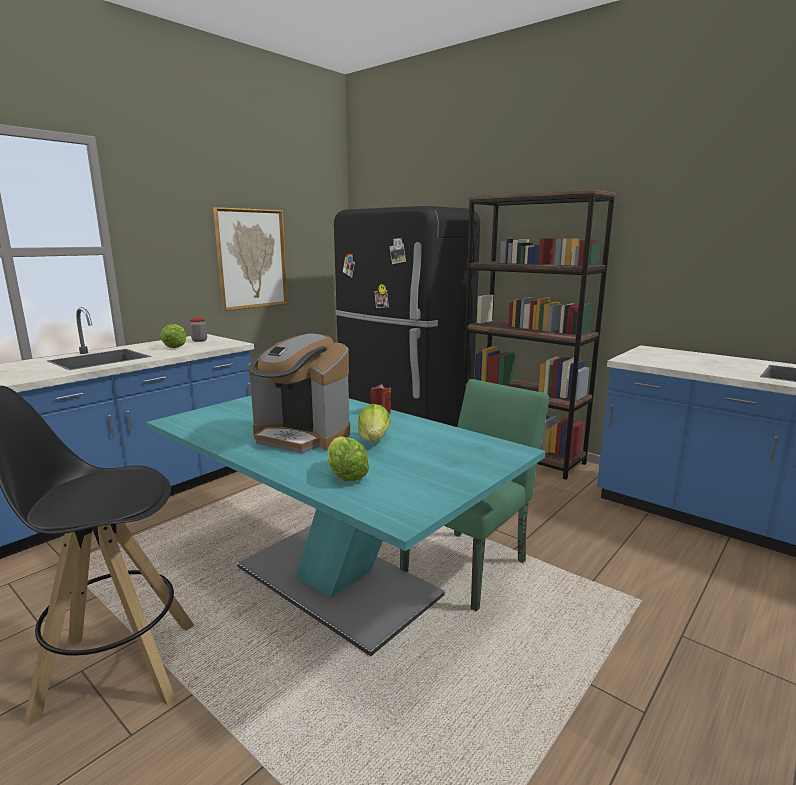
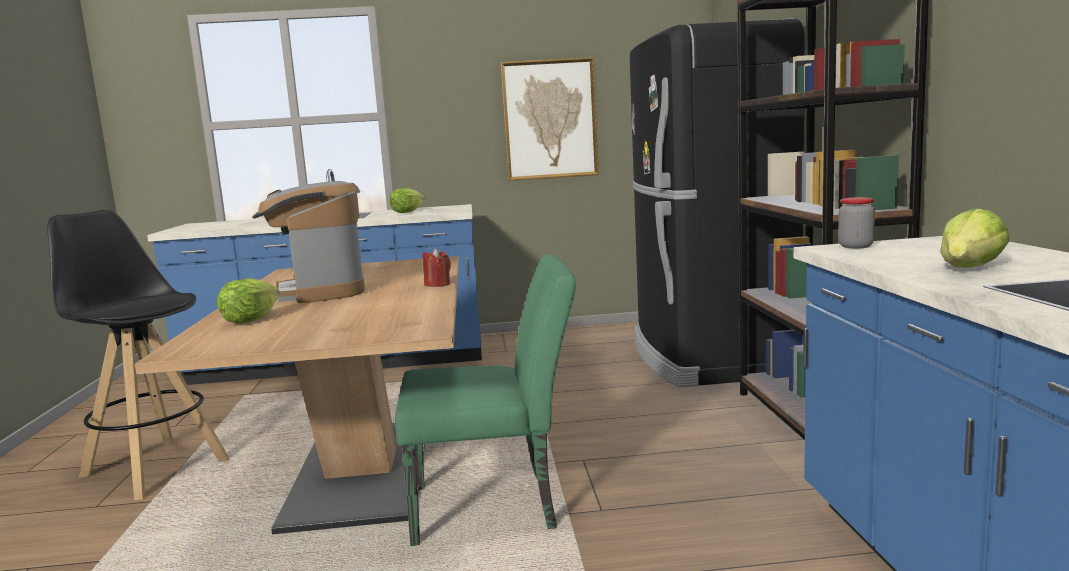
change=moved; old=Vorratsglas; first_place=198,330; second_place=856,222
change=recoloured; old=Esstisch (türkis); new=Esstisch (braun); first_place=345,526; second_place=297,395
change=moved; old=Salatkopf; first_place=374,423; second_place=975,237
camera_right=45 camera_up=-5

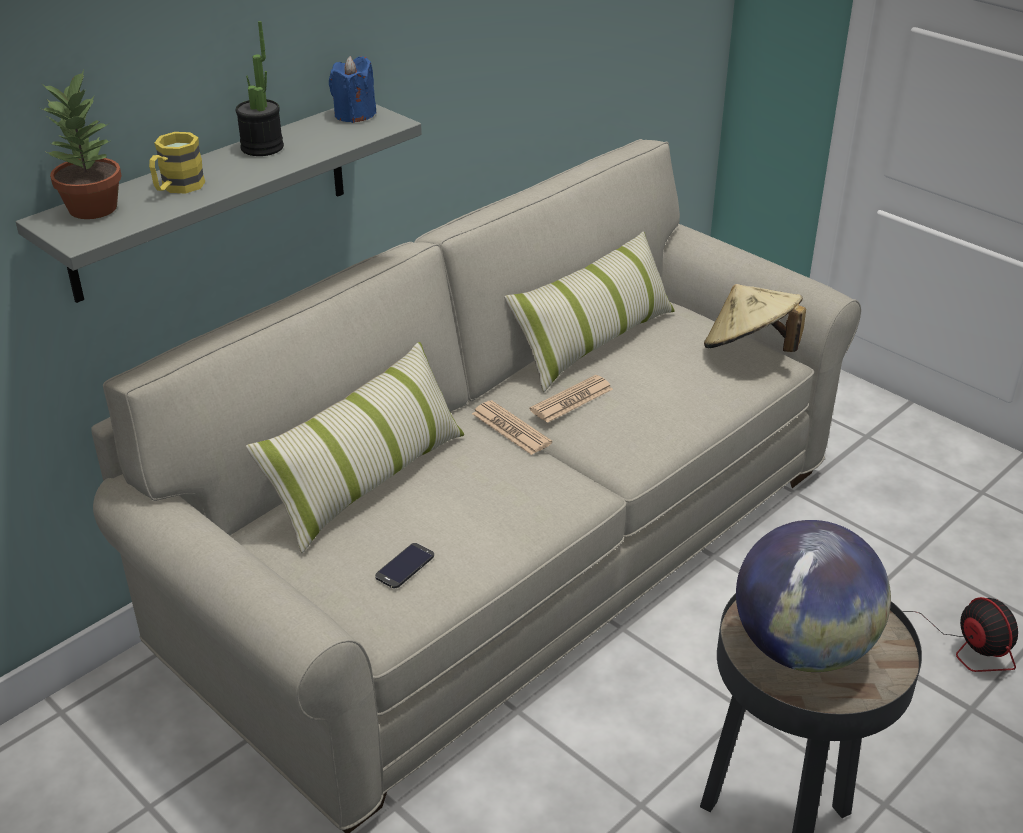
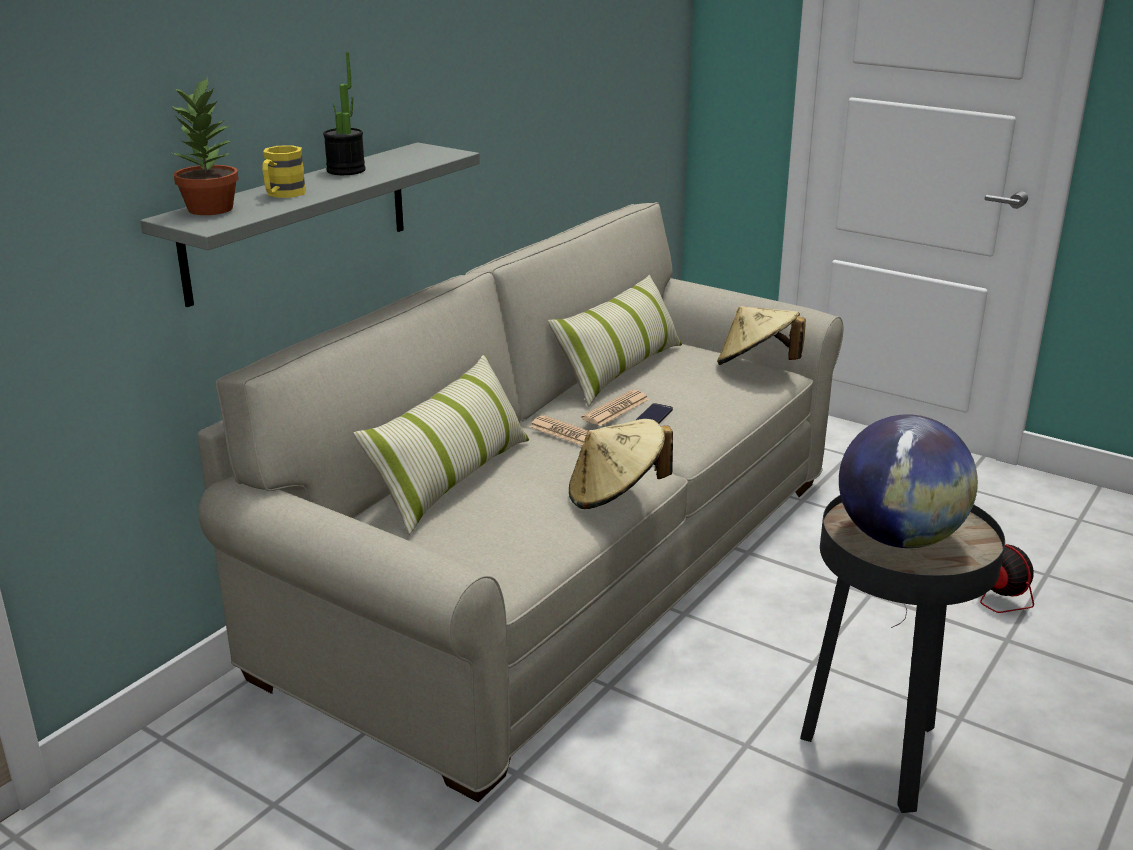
change=removed; old=Kerze (blau); first_place=352,89
change=moved; old=Handy; first_place=404,565; second_place=654,413
change=added; new=Hut (beige); second_place=621,464
camera_right=-10 camera_up=-10

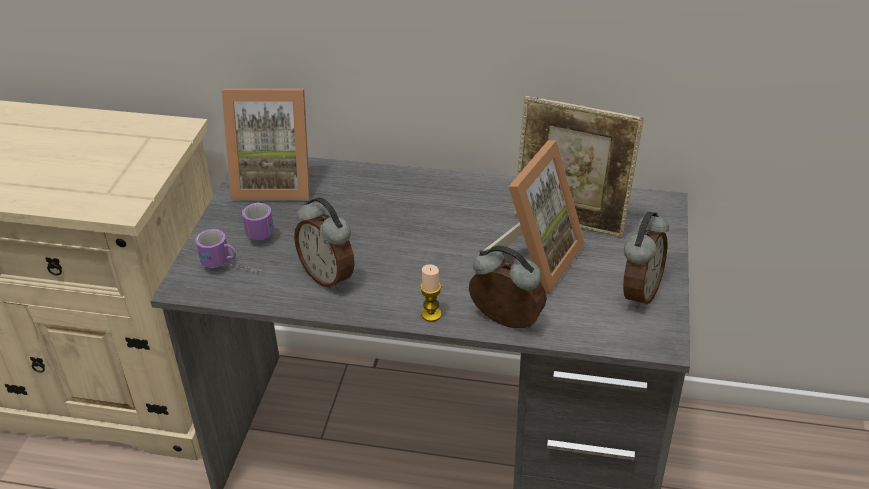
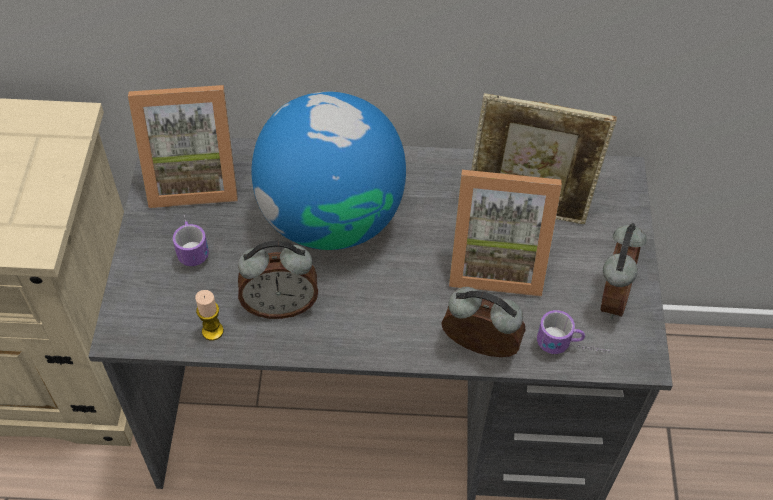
change=turned; old=Bilderrahmen; first_place=534,216; second_place=505,233; degrees=75
change=turned; old=Wecker; first_place=324,244; second_place=278,279; degrees=-45
change=moved; old=Henkelbecher; first_place=228,251; second_place=573,332
change=moved; old=Kerze; first_place=431,293; second_place=209,315
change=added; new=Globus; second_place=329,171
camera_right=-10 camera_up=15

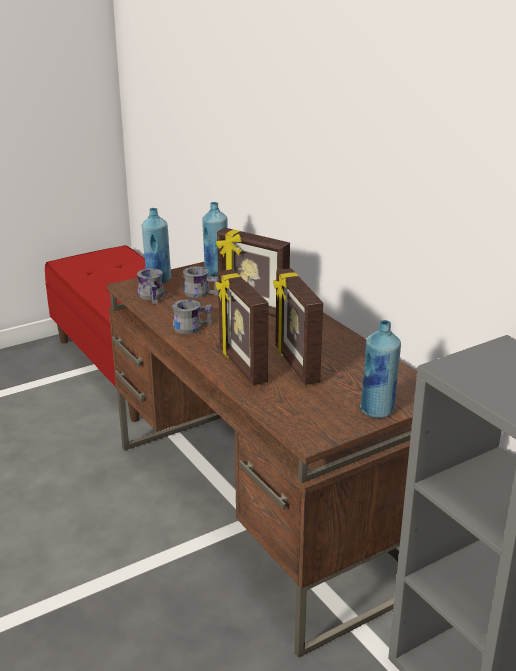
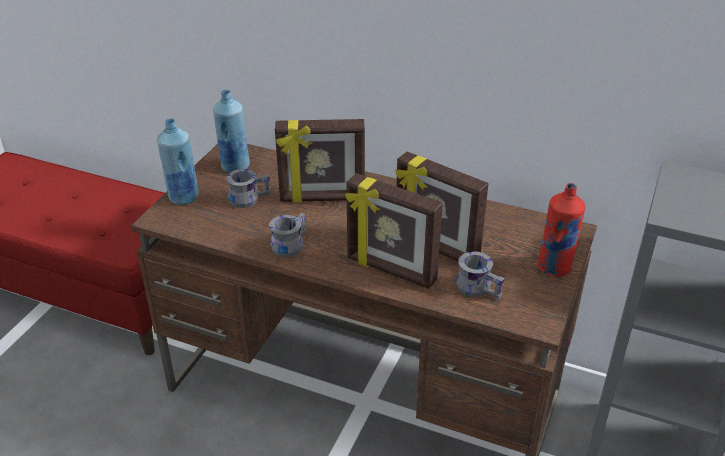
change=moved; old=Henkelbecher (grau); first_place=150,286; second_place=480,275
change=recoloured; old=Flasche (blau); new=Flasche (rot); first_place=380,369; second_place=561,230
camera_right=-35 camera_up=10

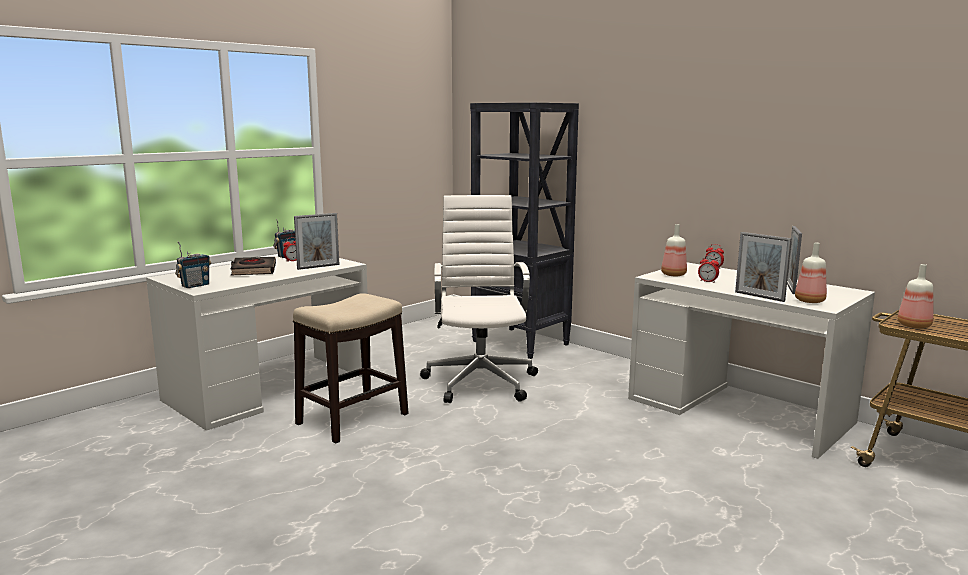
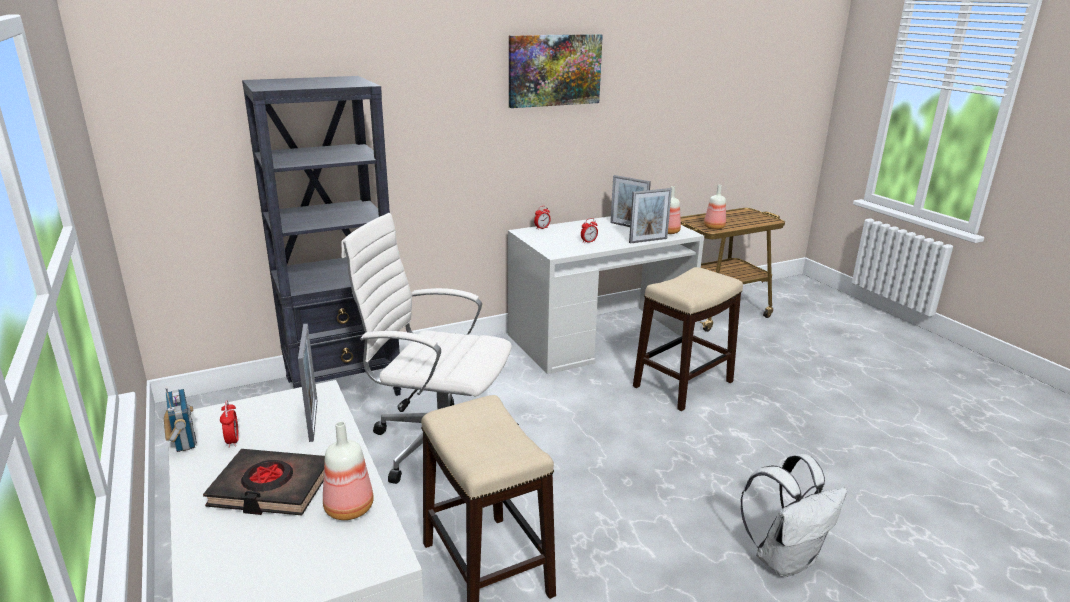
change=moved; old=Flasche; first_place=674,250; second_place=348,470
change=removed; old=Radio; first_place=193,264
change=added; new=Bild; second_place=556,71
change=added; new=Hocker; second_place=688,339
change=added; new=Rucksack (weiß); second_place=793,515
camera_right=-70 camera_up=10

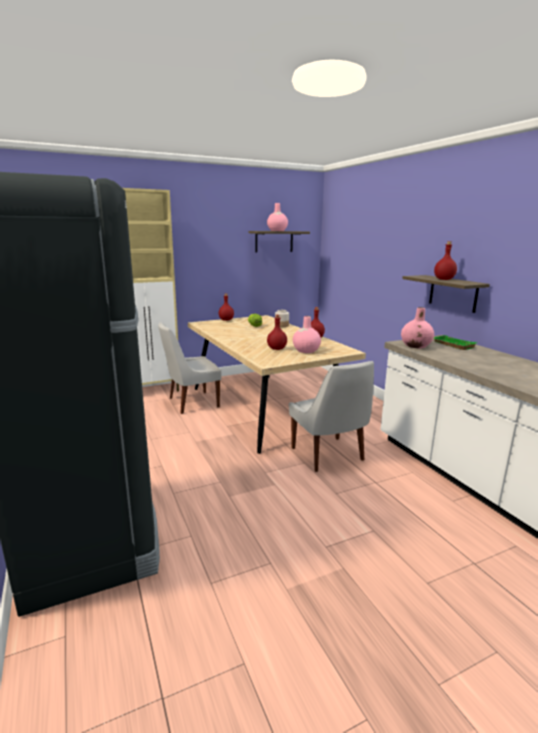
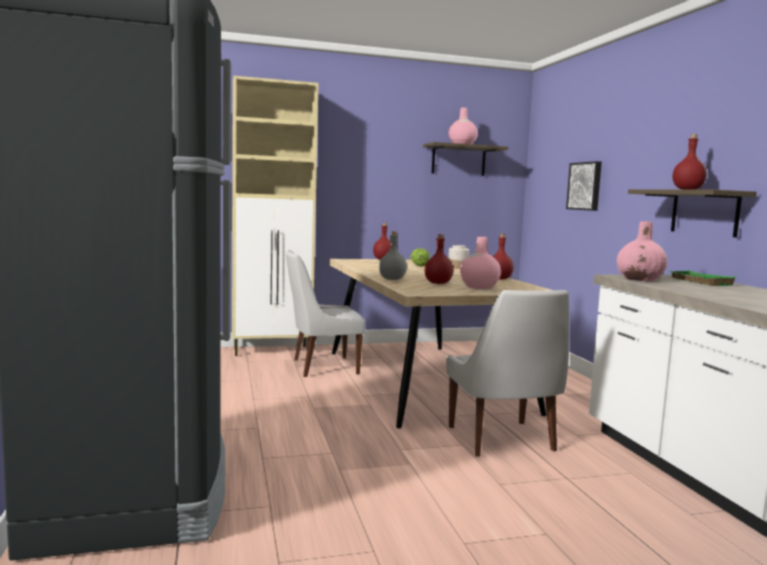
change=added; new=Bild; second_place=584,186
change=added; new=Flasche (grau); second_place=393,255
camera_right=10 camera_up=-10

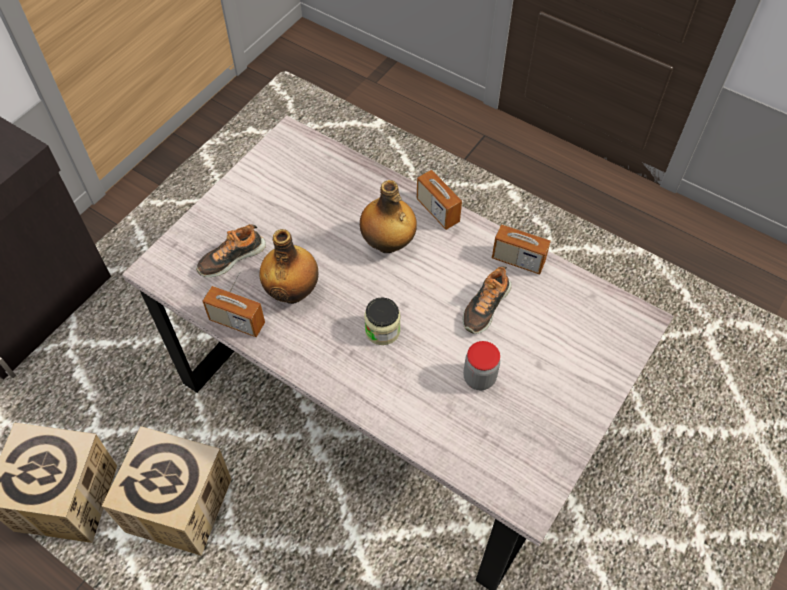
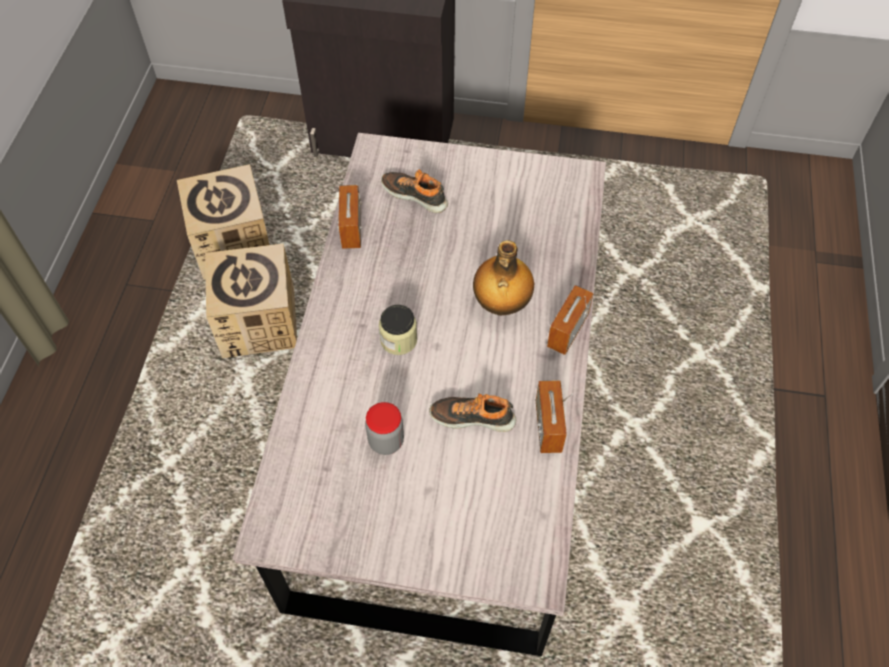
change=removed; old=Flasche; first_place=288,266
camera_right=65 camera_up=0

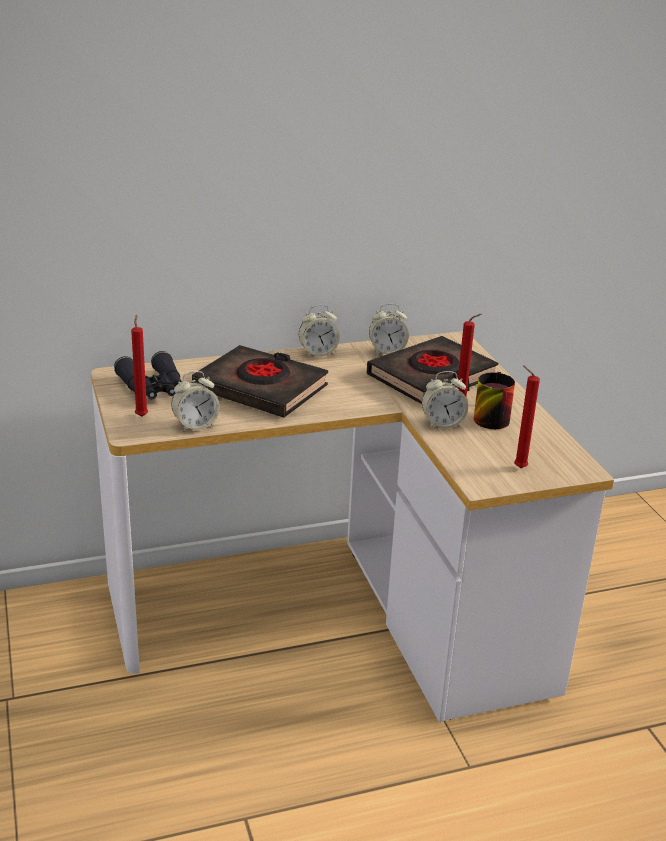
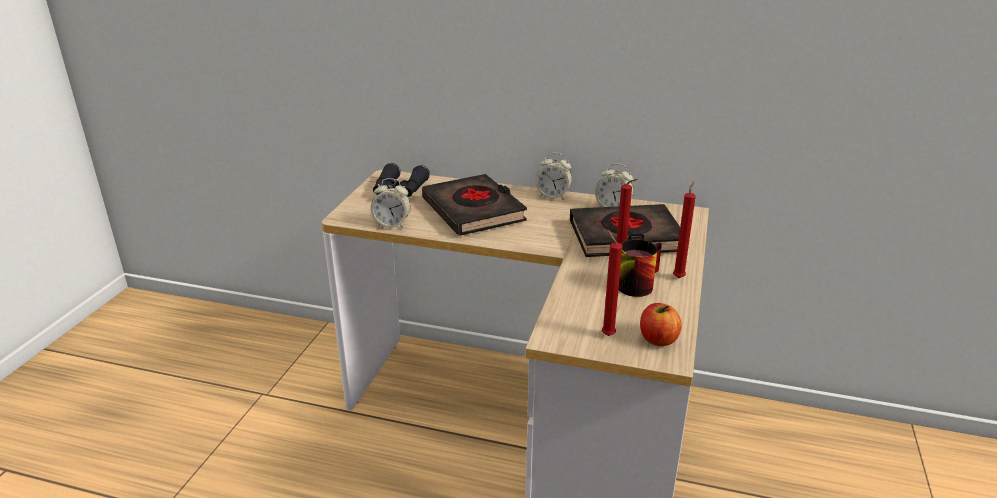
change=moved; old=Kerze (rot); first_place=139,365; second_place=684,229
change=removed; old=Wecker; first_place=445,400
change=added; new=Apfel; second_place=661,324
camera_right=35 camera_up=0

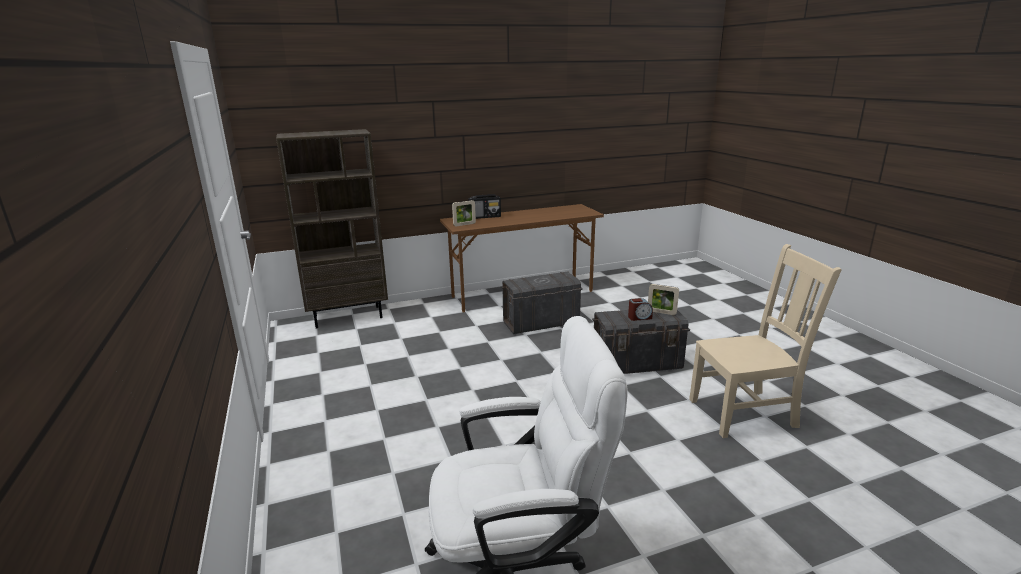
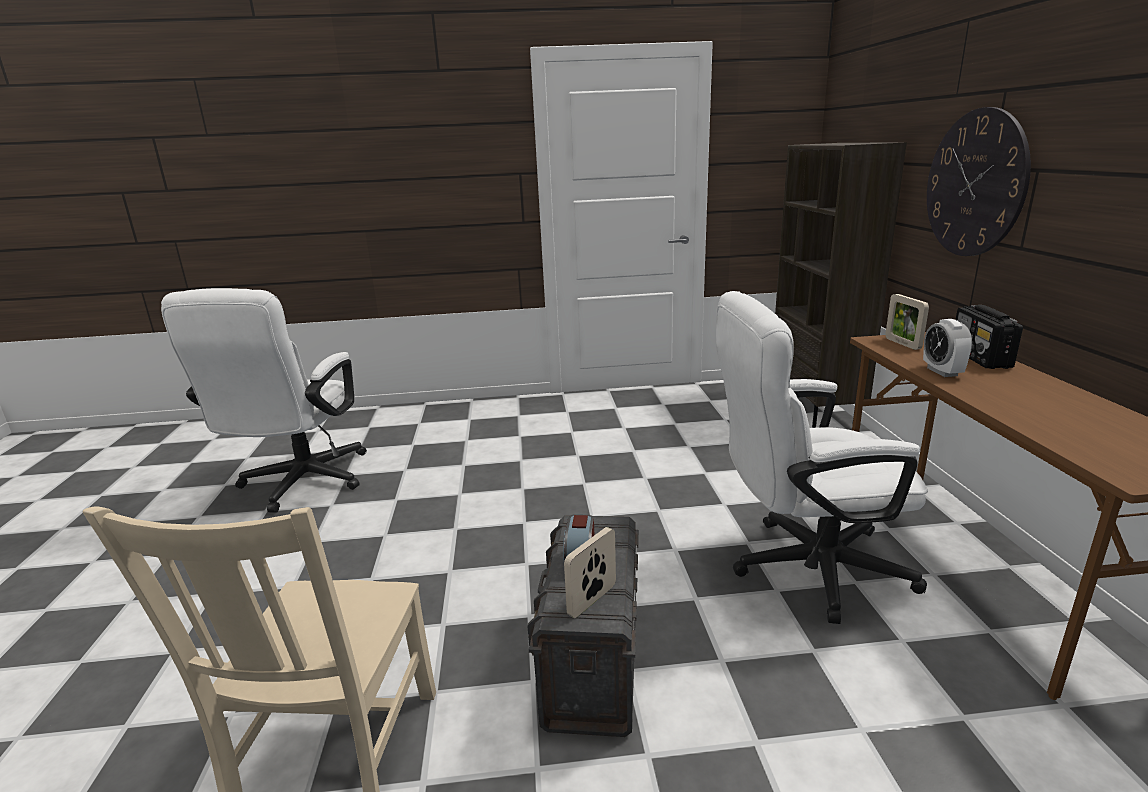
change=replaced; old=Aufbewahrungsbox (grau); new=Bürostuhl (weiß); first_place=542,303; second_place=822,457
change=added; new=Wanduhr; second_place=979,181
change=added; new=Wecker; second_place=947,348
camera_right=105 camera_up=0

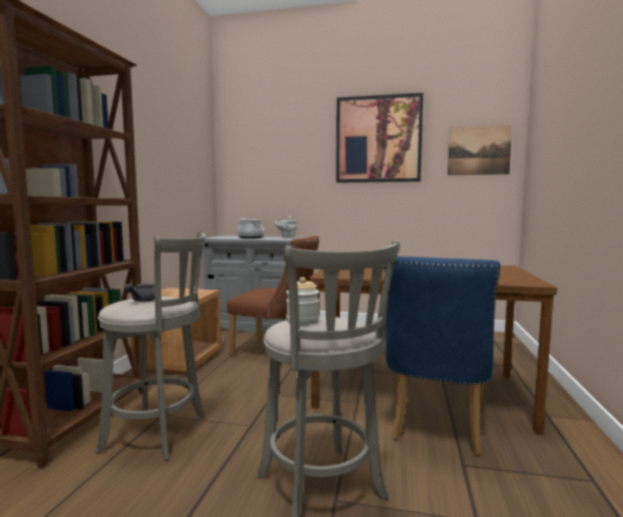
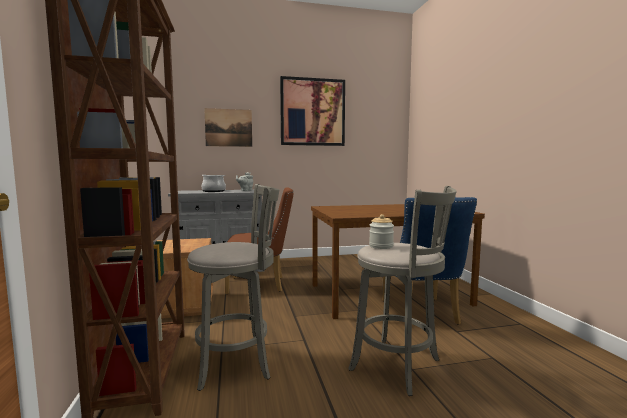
change=moved; old=Bild; first_place=480,150; second_place=228,127
change=removed; old=Teekanne (grau); first_place=139,292
camera_right=-25 camera_up=0

